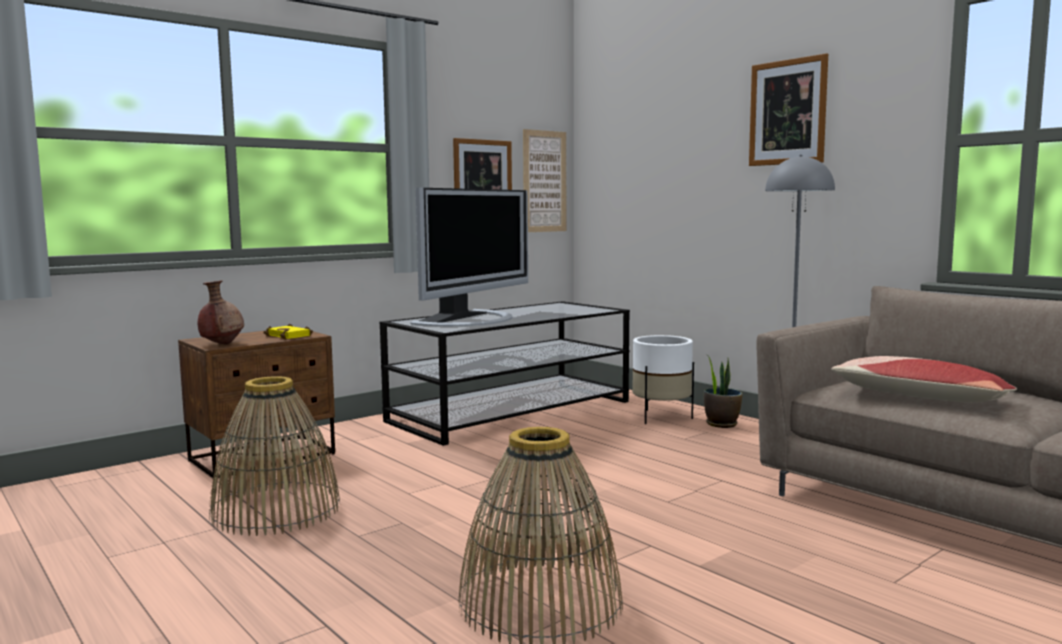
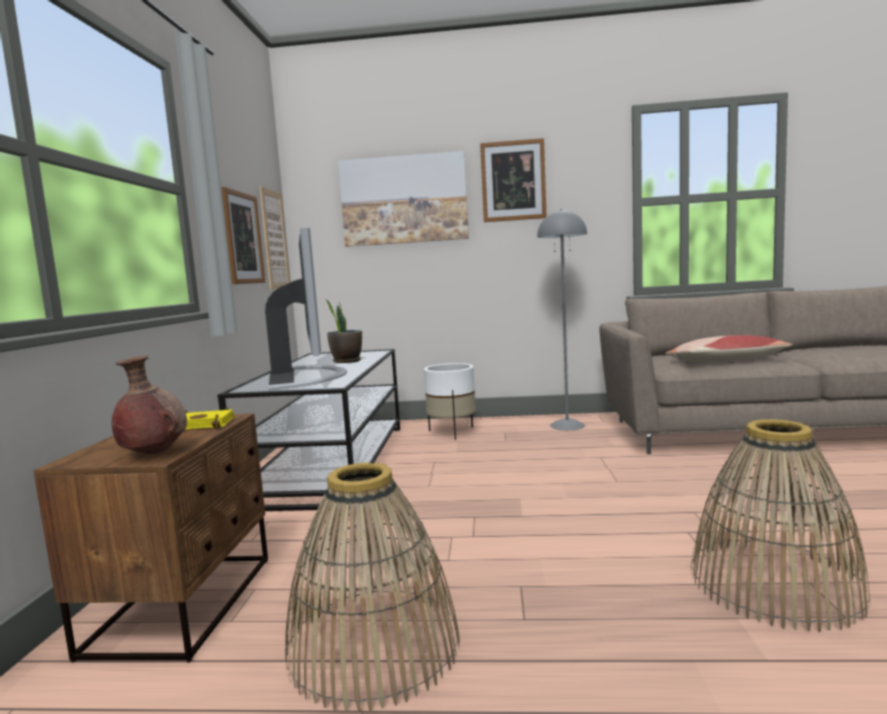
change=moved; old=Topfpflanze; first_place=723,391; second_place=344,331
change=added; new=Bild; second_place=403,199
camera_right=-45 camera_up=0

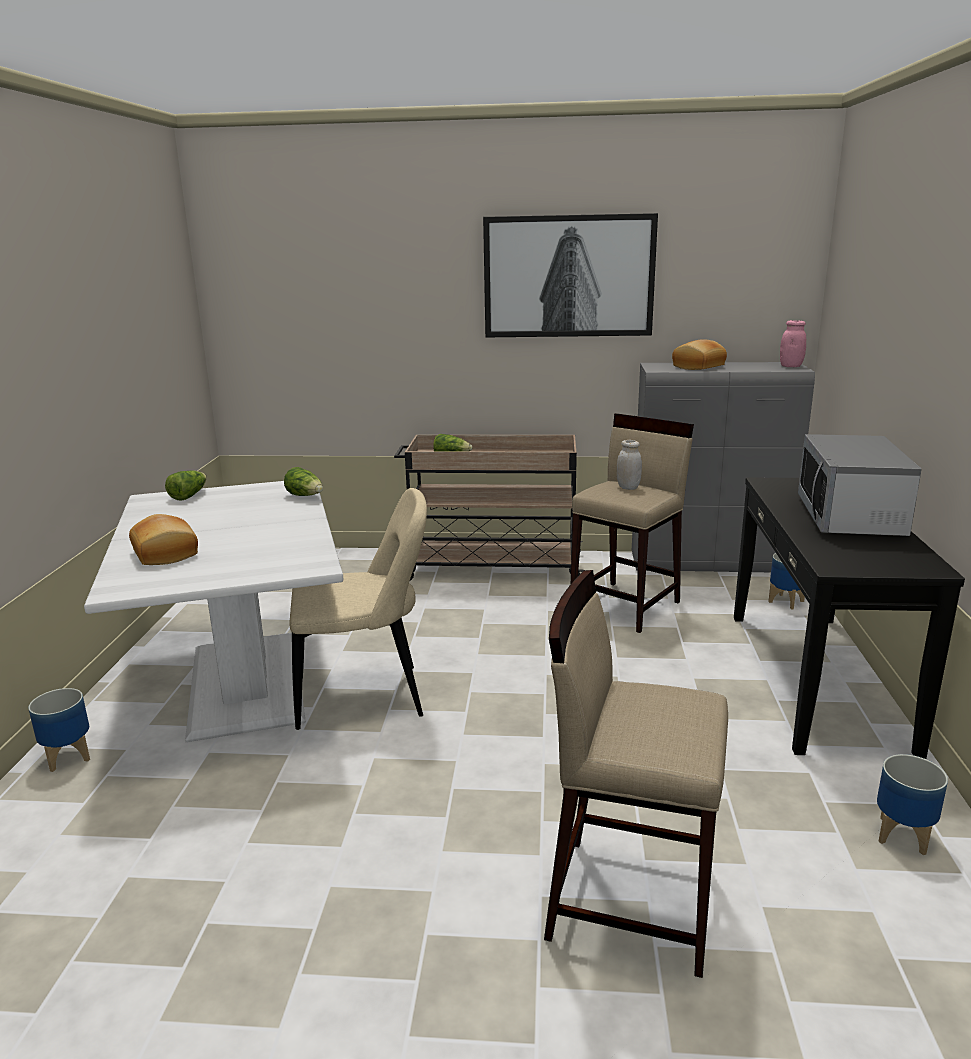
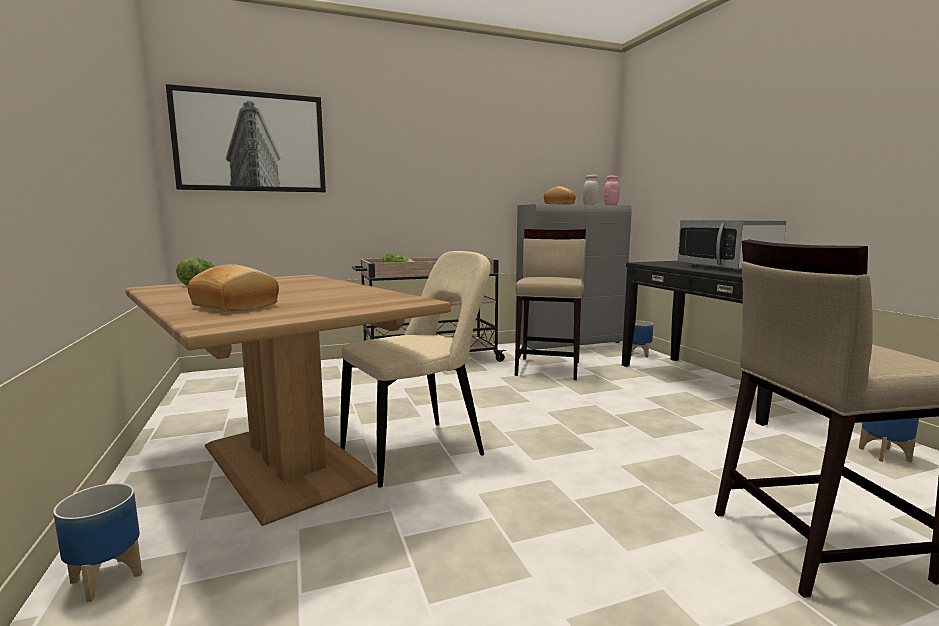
change=moved; old=Bild; first_place=570,275; second_place=246,138
change=moved; old=Vorratsglas (weiß); first_place=629,465; second_place=591,190
change=removed; old=Salatkopf; first_place=303,481
change=recoloured; old=Esstisch (weiß); new=Esstisch (braun); first_place=214,611; second_place=288,400
camera_right=-25 camera_up=-10

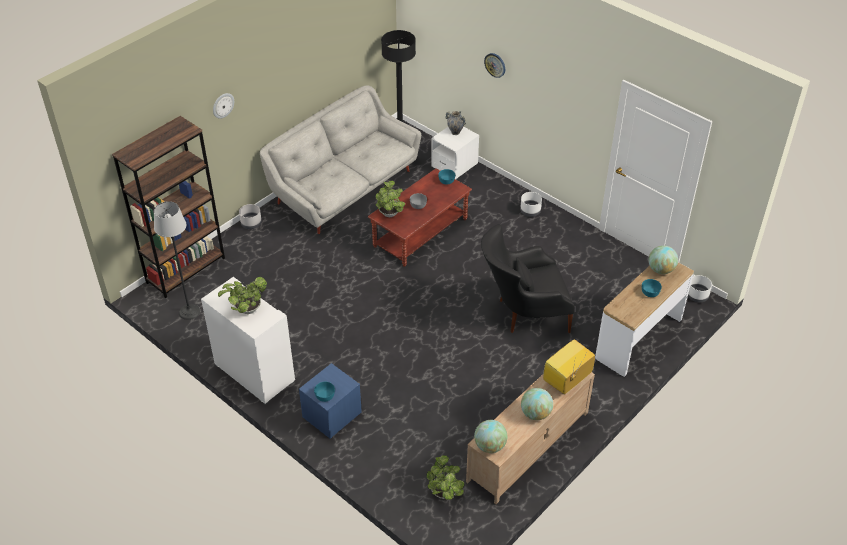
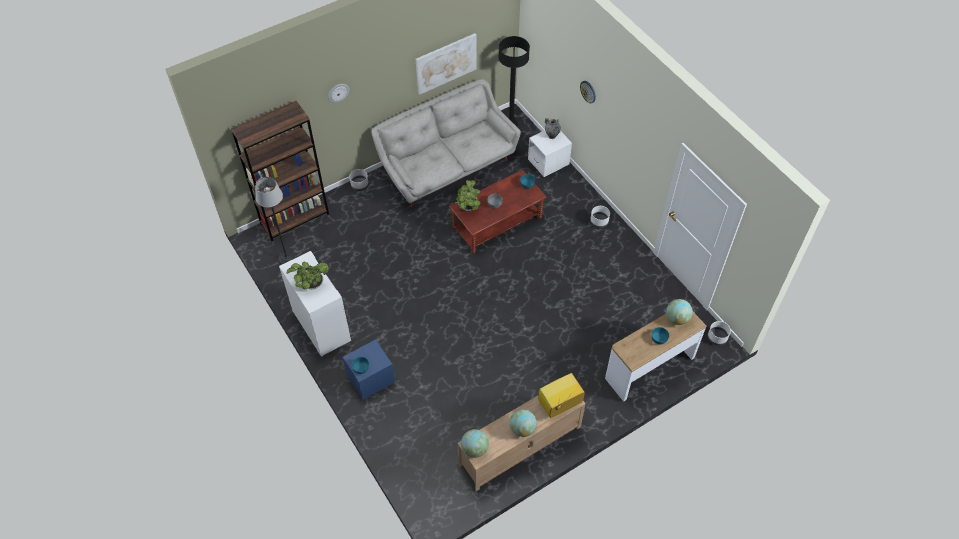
change=removed; old=Sessel (schwarz); first_place=528,278
change=removed; old=Topfpflanze; first_place=445,477
change=added; new=Bild; second_place=446,64
camera_right=15 camera_up=10

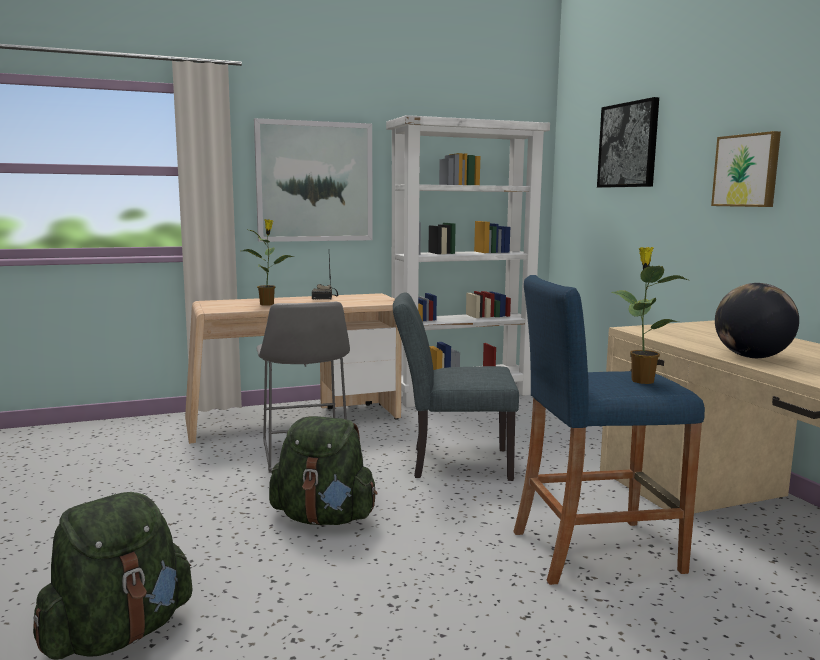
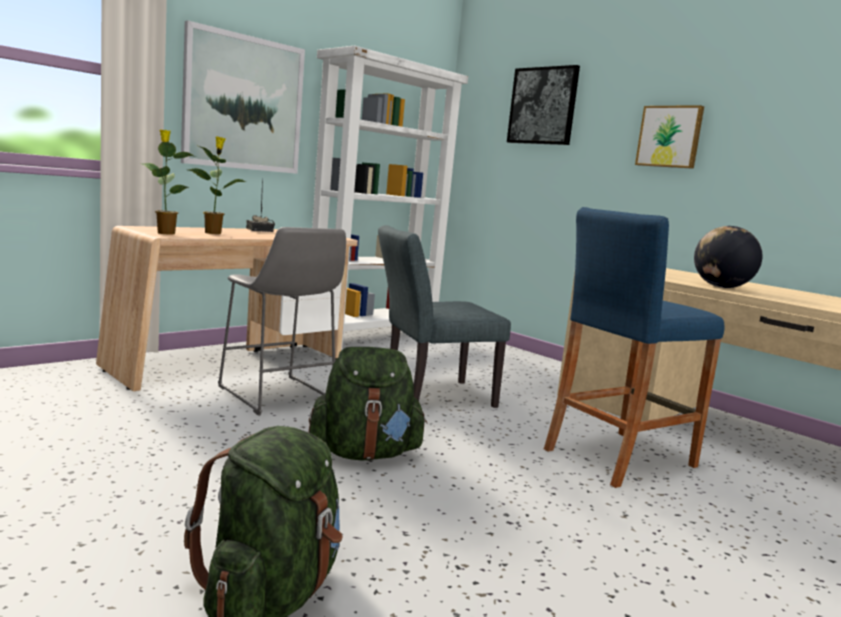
change=moved; old=Topfpflanze; first_place=649,315; second_place=169,182
camera_right=-25 camera_up=0

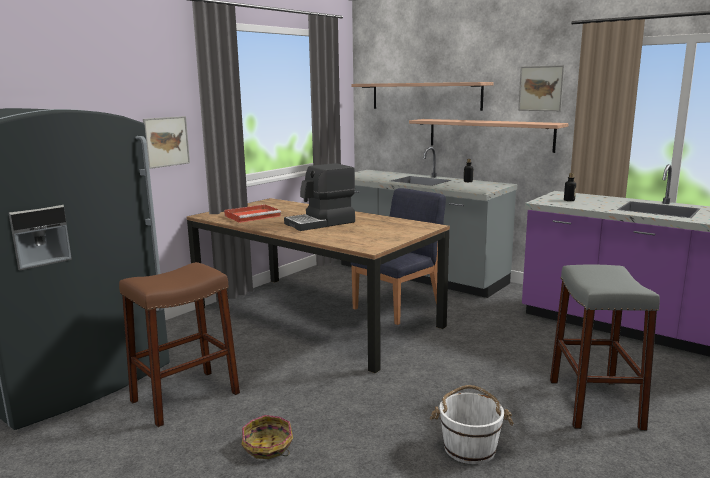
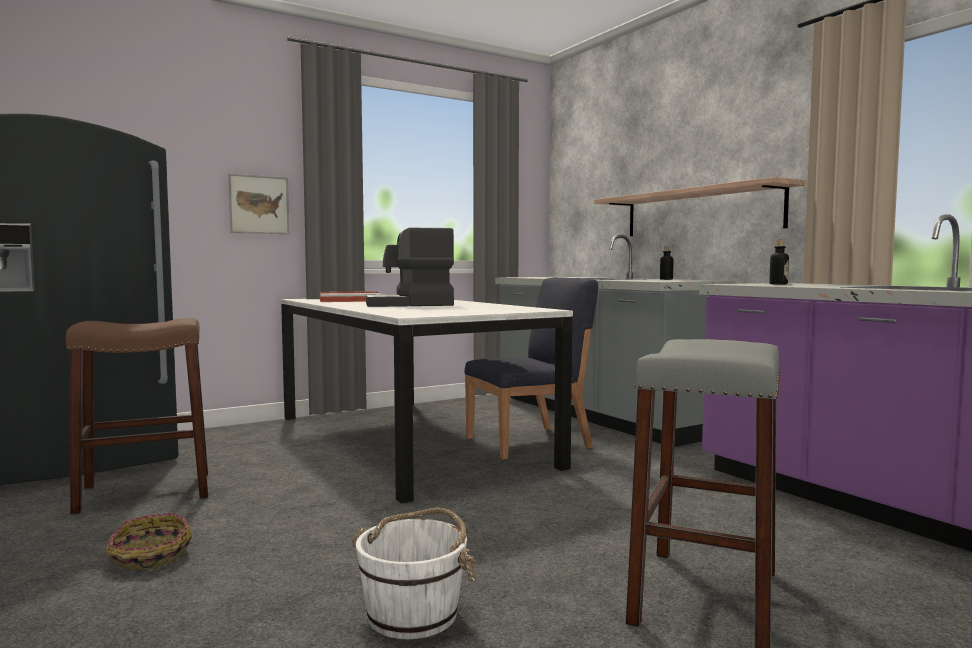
change=removed; old=Bild; first_place=541,88
change=removed; old=Wandregal; first_place=422,96
change=recoloured; old=Esstisch (braun); new=Esstisch (weiß); first_place=318,285; second_place=427,401
camera_right=20 camera_up=-10

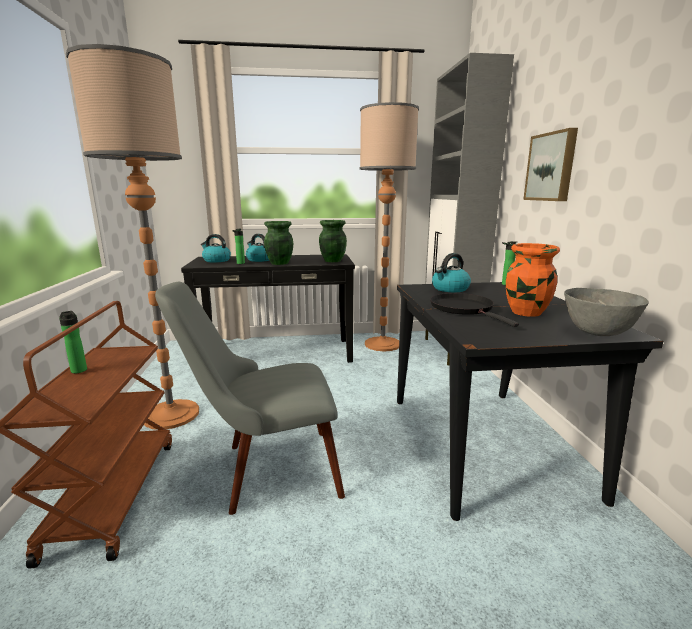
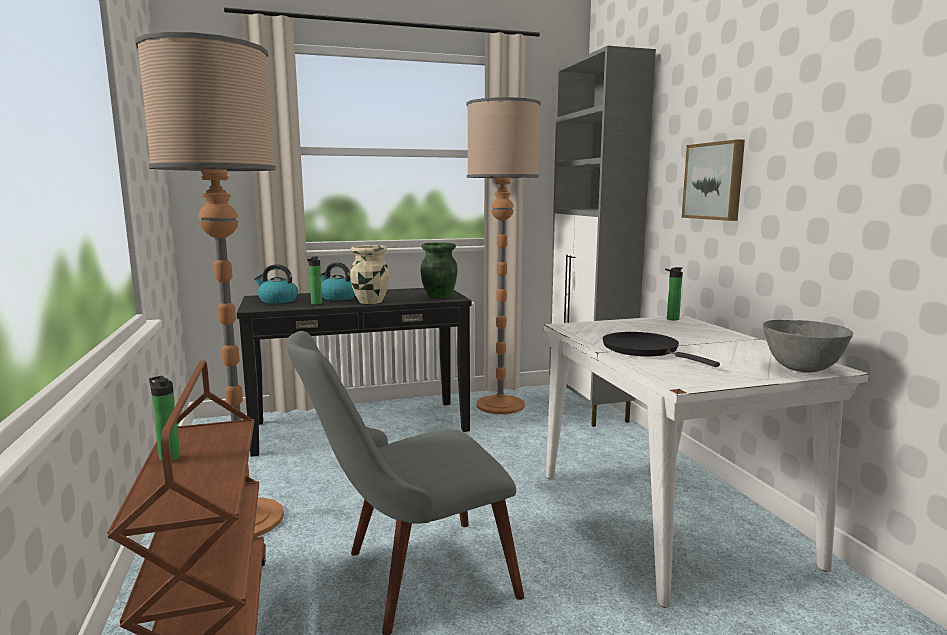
change=recoloured; old=Vase (grün); new=Vase (beige); first_place=278,243; second_place=369,274
change=removed; old=Vase (orange); first_place=533,280
change=removed; old=Wasserkessel; first_place=451,272
change=recoloured; old=Esstisch (schwarz); new=Esstisch (weiß); first_place=530,401; second_place=707,461
camera_right=-10 camera_up=-5

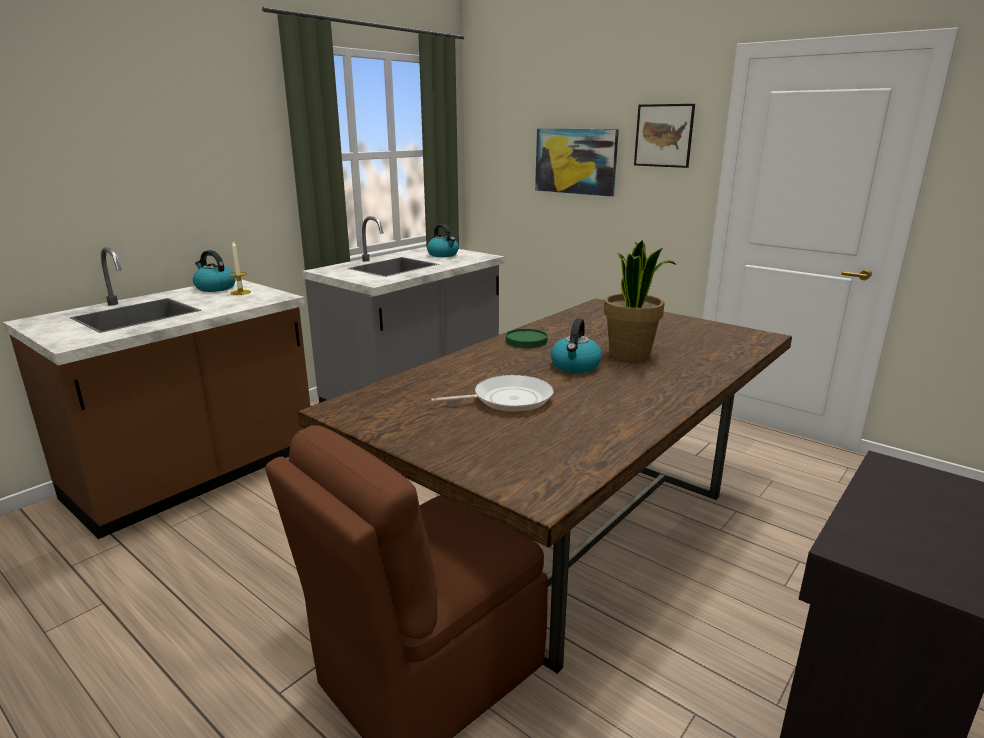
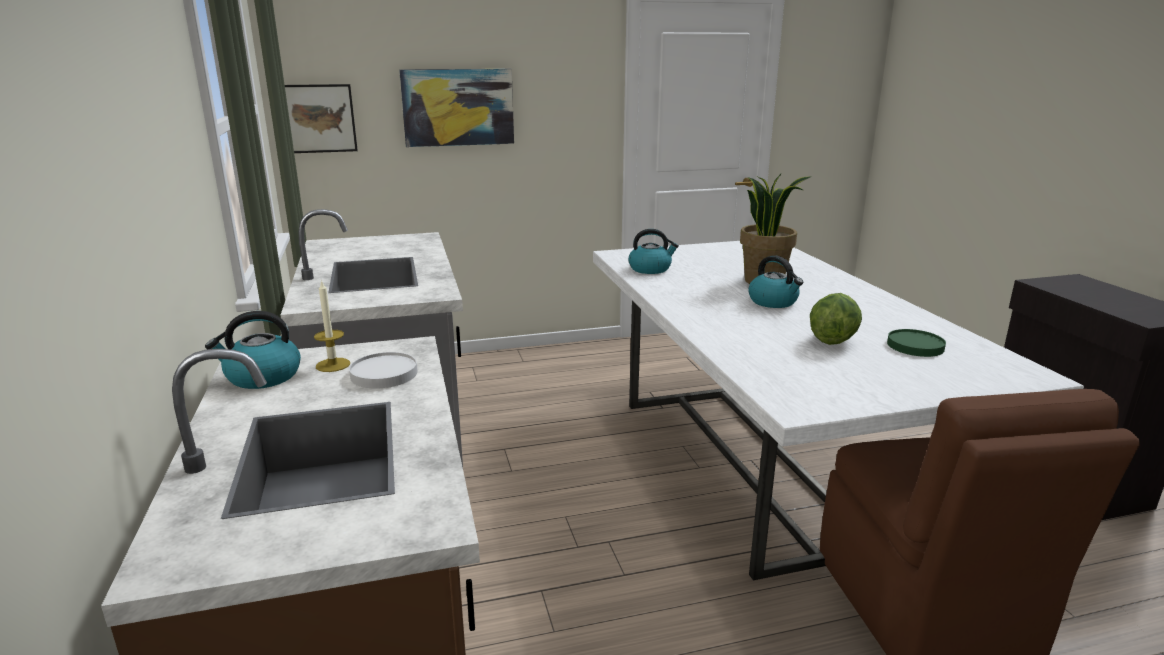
change=moved; old=Bild; first_place=664,136; second_place=321,118
change=moved; old=Wasserkessel; first_place=443,240; second_place=653,251
change=recoloured; old=Esstisch (braun); new=Esstisch (weiß); first_place=545,486; second_place=838,410
change=moved; old=Teller (grün); first_place=527,338; second_place=916,343
change=replaced; old=Pfanne; new=Salatkopf; first_place=492,393; second_place=836,319
change=added; new=Teller (weiß); second_place=383,370
camera_right=-55 camera_up=0

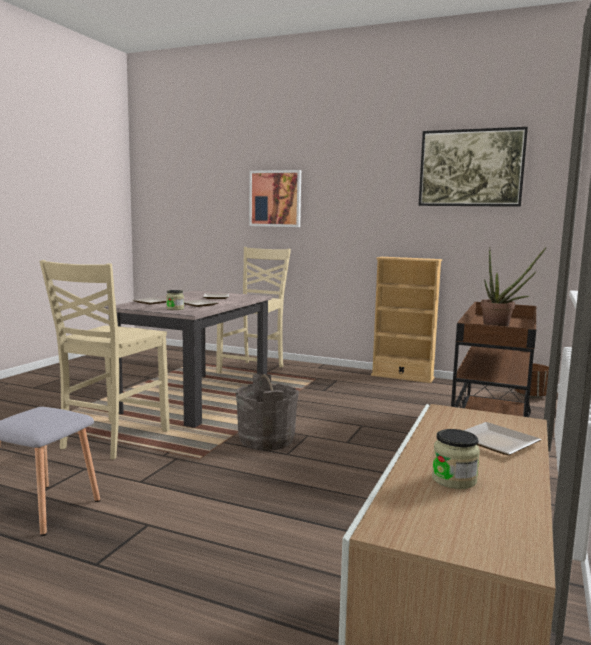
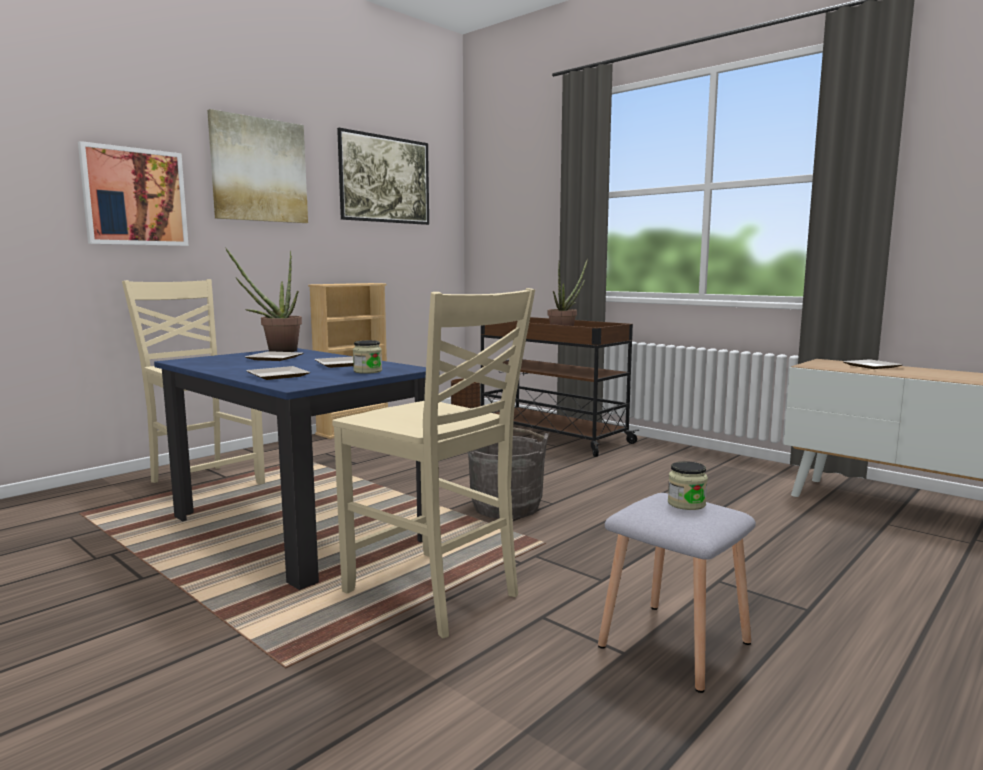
change=recoloured; old=Esstisch (beige); new=Esstisch (blau); first_place=188,359; second_place=290,469
change=moved; old=Vorratsglas; first_place=456,459; second_place=688,485
change=added; new=Bild; second_place=257,166
change=added; new=Topfpflanze; second_place=263,299
camera_right=-70 camera_up=0

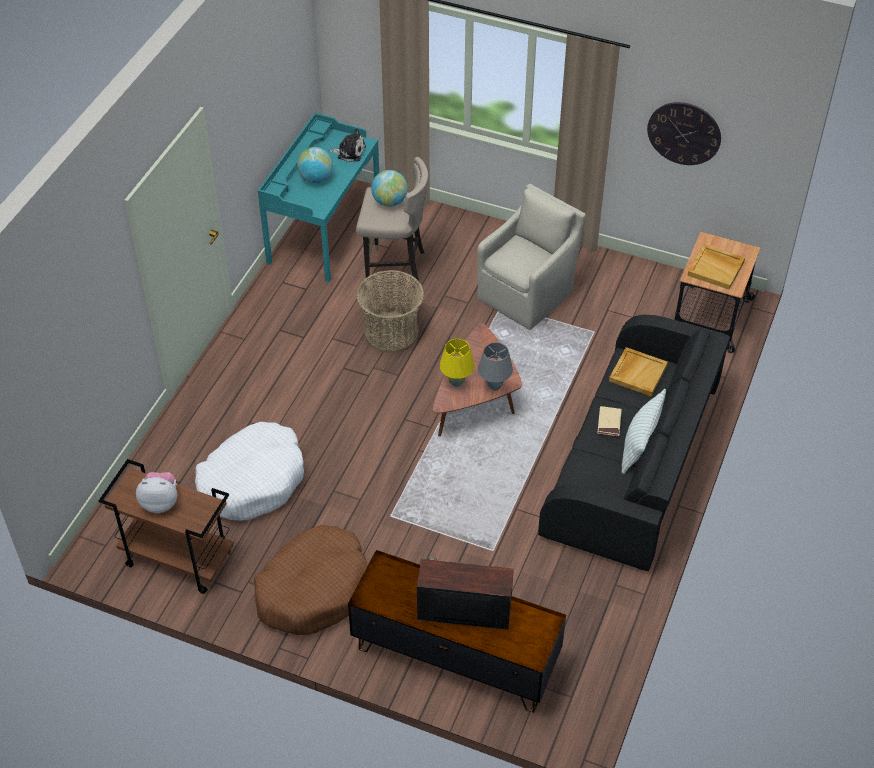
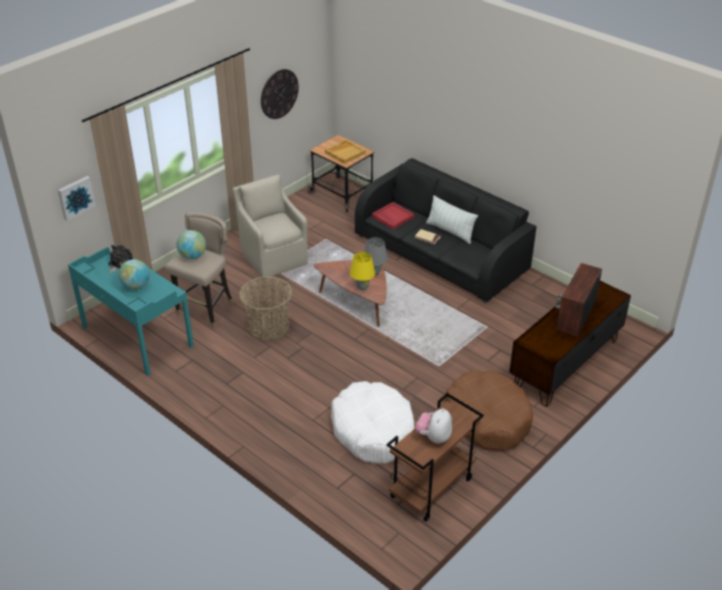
change=recoloured; old=Tablett (beige); new=Tablett (rot); first_place=638,371; second_place=393,215
change=added; new=Bild; second_place=77,198
camera_right=-70 camera_up=-10

